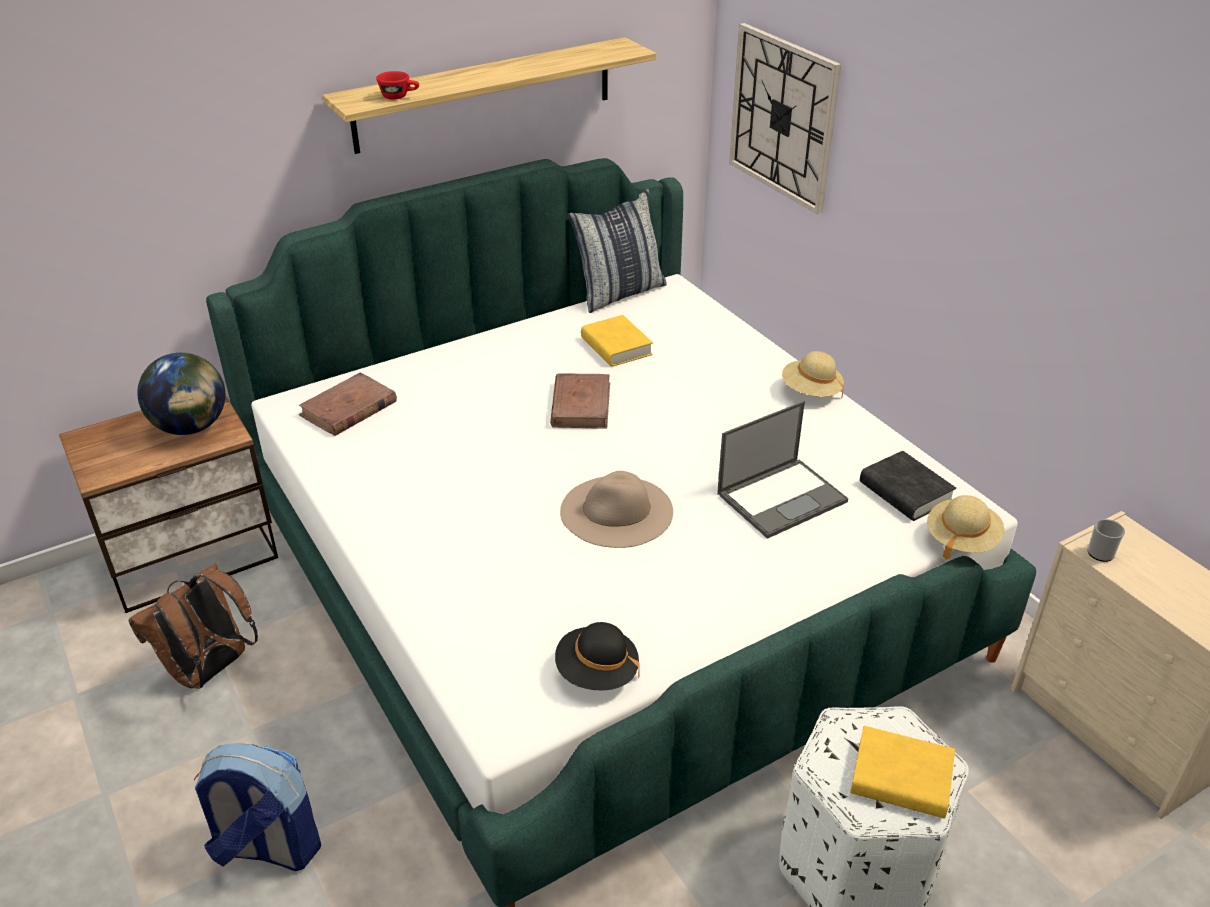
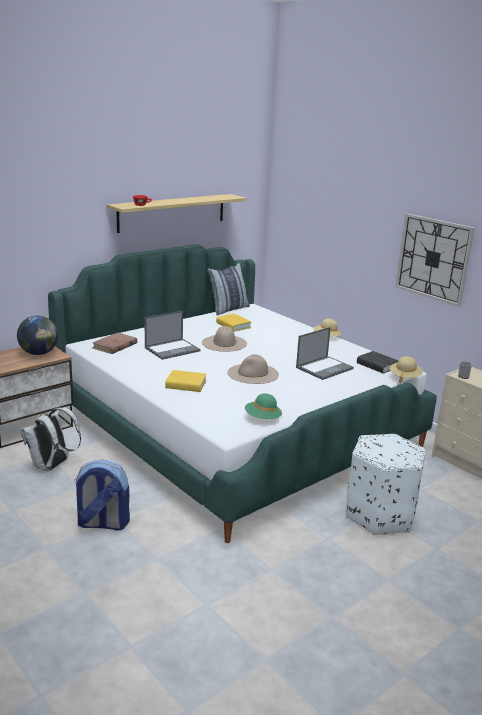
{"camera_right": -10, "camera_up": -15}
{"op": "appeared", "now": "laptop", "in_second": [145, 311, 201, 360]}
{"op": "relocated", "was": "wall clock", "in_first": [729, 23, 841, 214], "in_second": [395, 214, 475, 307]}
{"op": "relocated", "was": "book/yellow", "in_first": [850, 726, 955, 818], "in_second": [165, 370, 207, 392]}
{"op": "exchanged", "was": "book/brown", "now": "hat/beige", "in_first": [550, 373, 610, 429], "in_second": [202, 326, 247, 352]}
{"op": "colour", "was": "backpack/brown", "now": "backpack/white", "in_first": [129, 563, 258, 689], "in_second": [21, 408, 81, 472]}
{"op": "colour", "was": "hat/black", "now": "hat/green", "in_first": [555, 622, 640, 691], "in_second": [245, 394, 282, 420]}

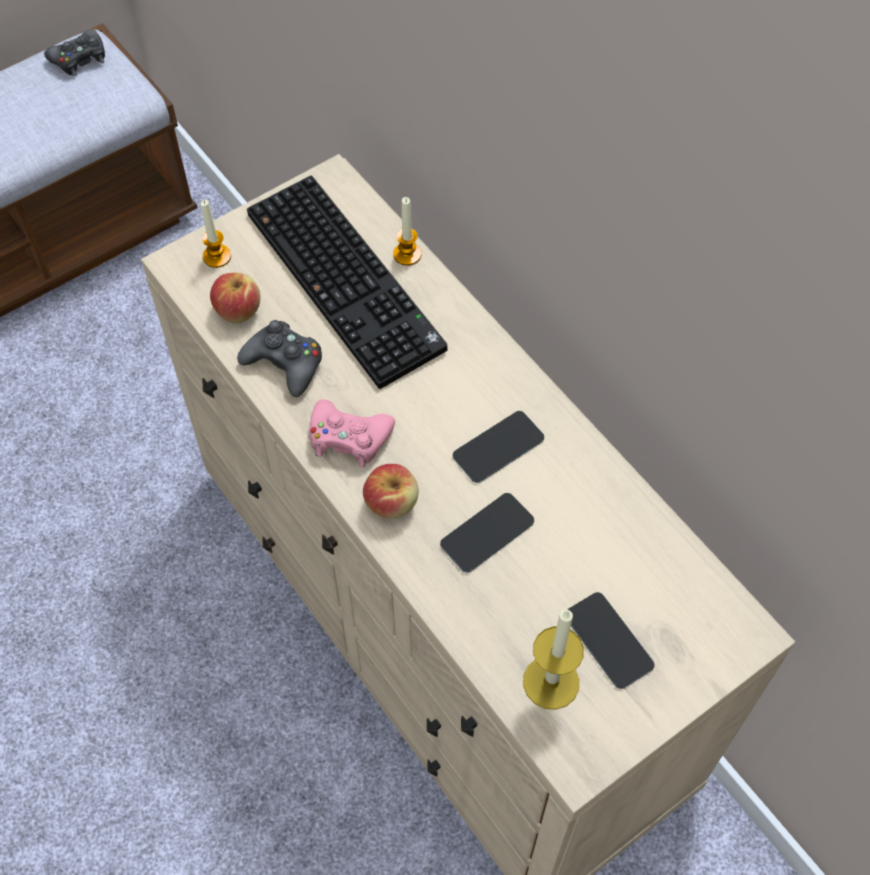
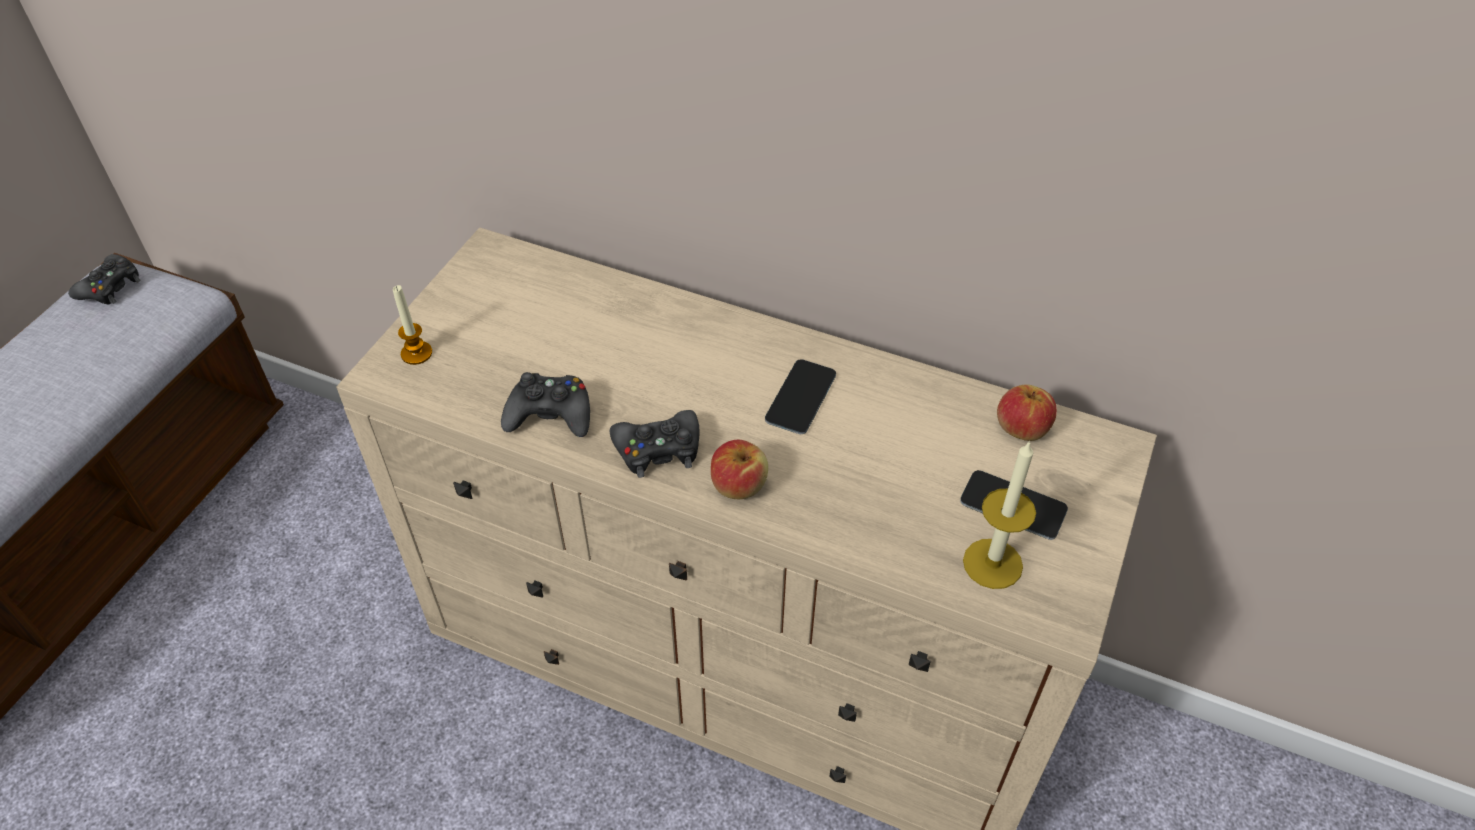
{"camera_right": -30, "camera_up": -10}
{"op": "missing", "was": "keyboard", "in_first": [247, 176, 448, 389]}
{"op": "missing", "was": "candle", "in_first": [393, 197, 422, 266]}
{"op": "missing", "was": "phone", "in_first": [440, 493, 534, 573]}
{"op": "relocated", "was": "apple", "in_first": [210, 272, 261, 323], "in_second": [997, 384, 1057, 441]}
{"op": "colour", "was": "game controller/pink", "now": "game controller/black", "in_first": [310, 399, 395, 468], "in_second": [610, 410, 700, 478]}

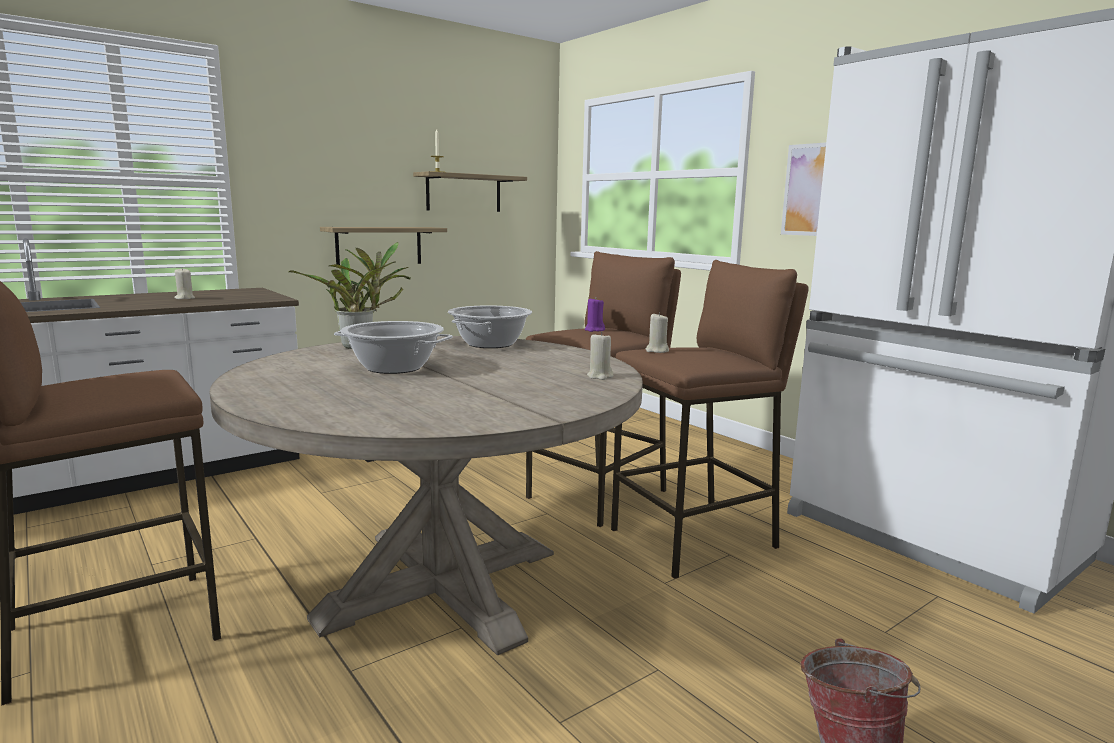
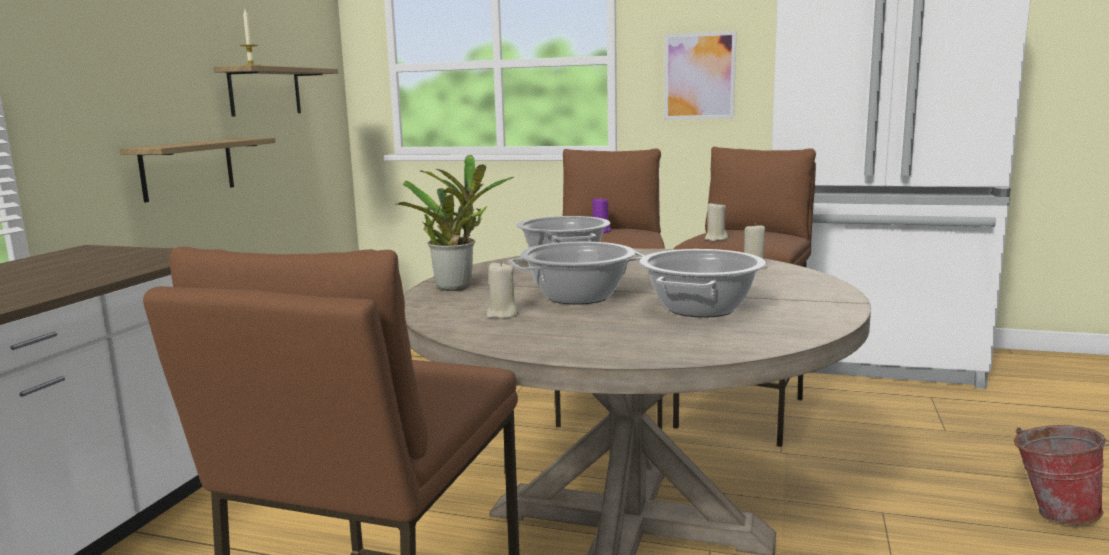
{"camera_right": -35, "camera_up": 0}
{"op": "appeared", "now": "cooking pot", "in_second": [639, 249, 766, 318]}
{"op": "relocated", "was": "candle/beige", "in_first": [174, 269, 195, 299], "in_second": [486, 261, 519, 318]}

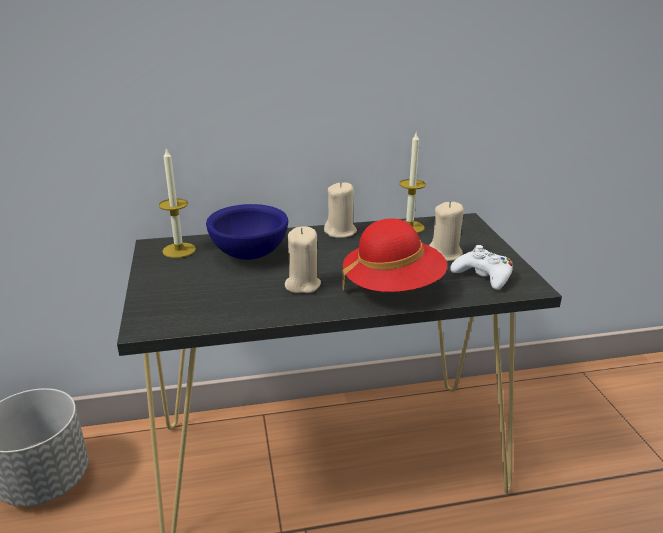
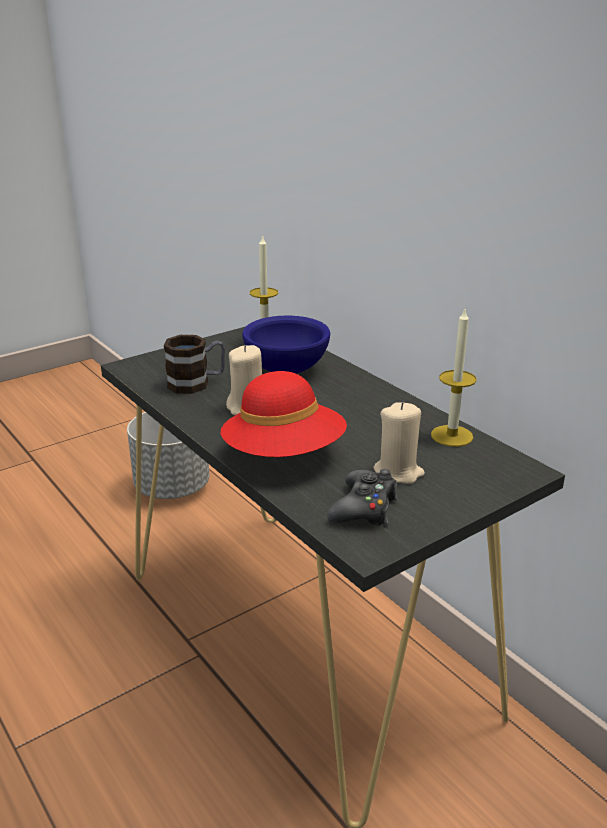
{"camera_right": 65, "camera_up": 0}
{"op": "missing", "was": "candle/beige", "in_first": [324, 182, 357, 238]}
{"op": "appeared", "now": "mug", "in_second": [164, 335, 225, 394]}
{"op": "colour", "was": "game controller/white", "now": "game controller/black", "in_first": [450, 245, 513, 290], "in_second": [327, 469, 398, 526]}

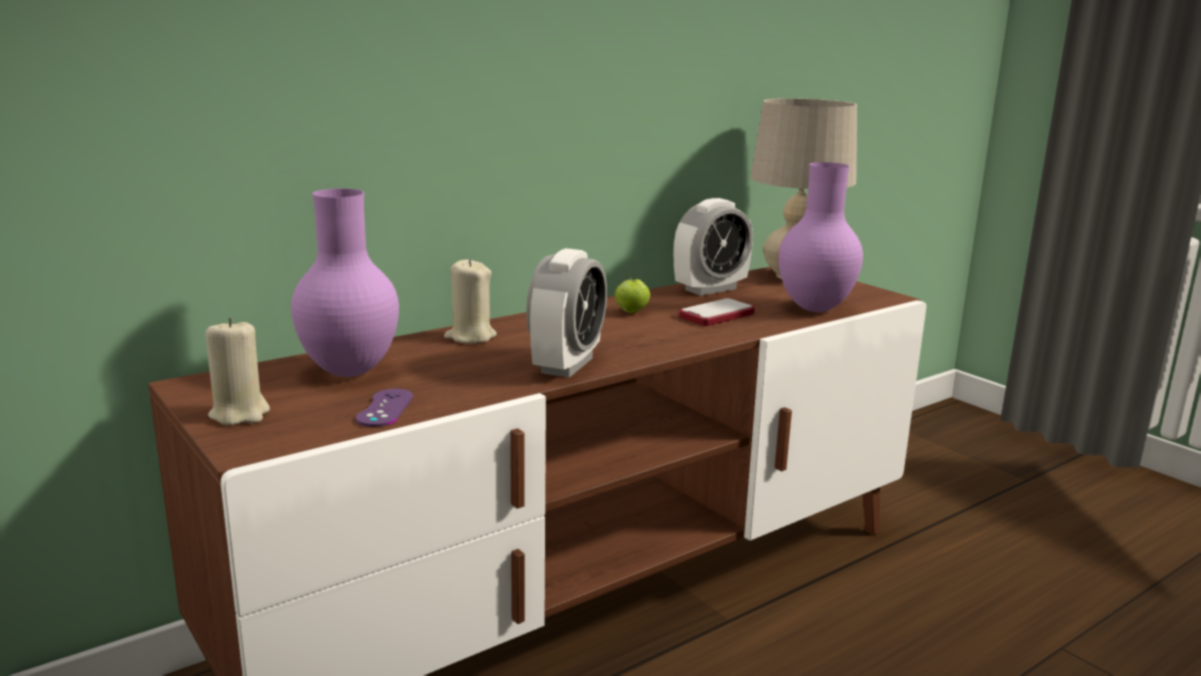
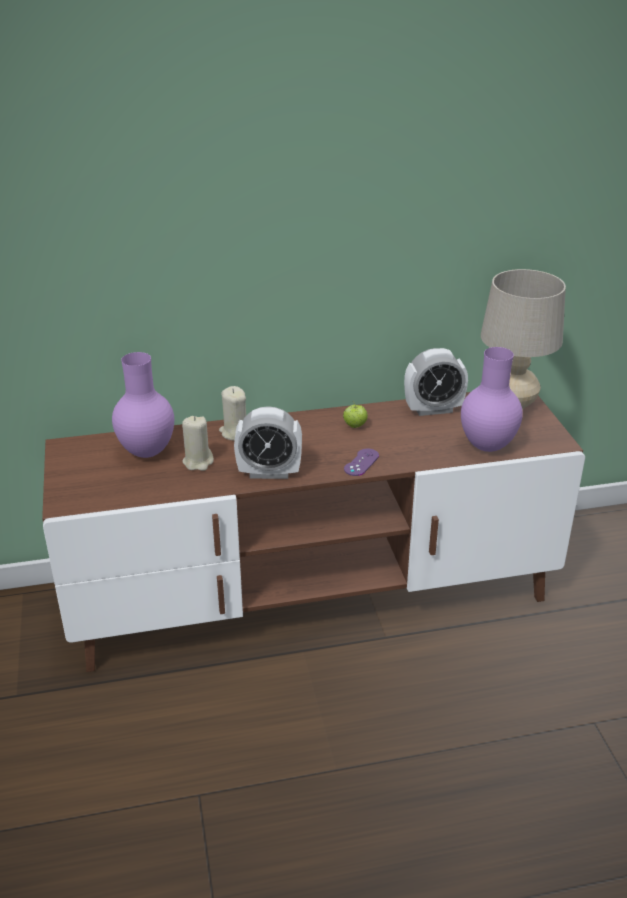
{"camera_right": 25, "camera_up": 15}
{"op": "missing", "was": "phone", "in_first": [679, 298, 755, 326]}
{"op": "relocated", "was": "candle/beige", "in_first": [205, 318, 270, 425], "in_second": [182, 416, 214, 471]}
{"op": "relocated", "was": "game controller/purple", "in_first": [356, 389, 413, 427], "in_second": [344, 448, 379, 476]}
{"op": "spun", "was": "alarm clock", "in_first": [526, 248, 607, 378], "in_second": [234, 406, 302, 479], "clockwise": 45}

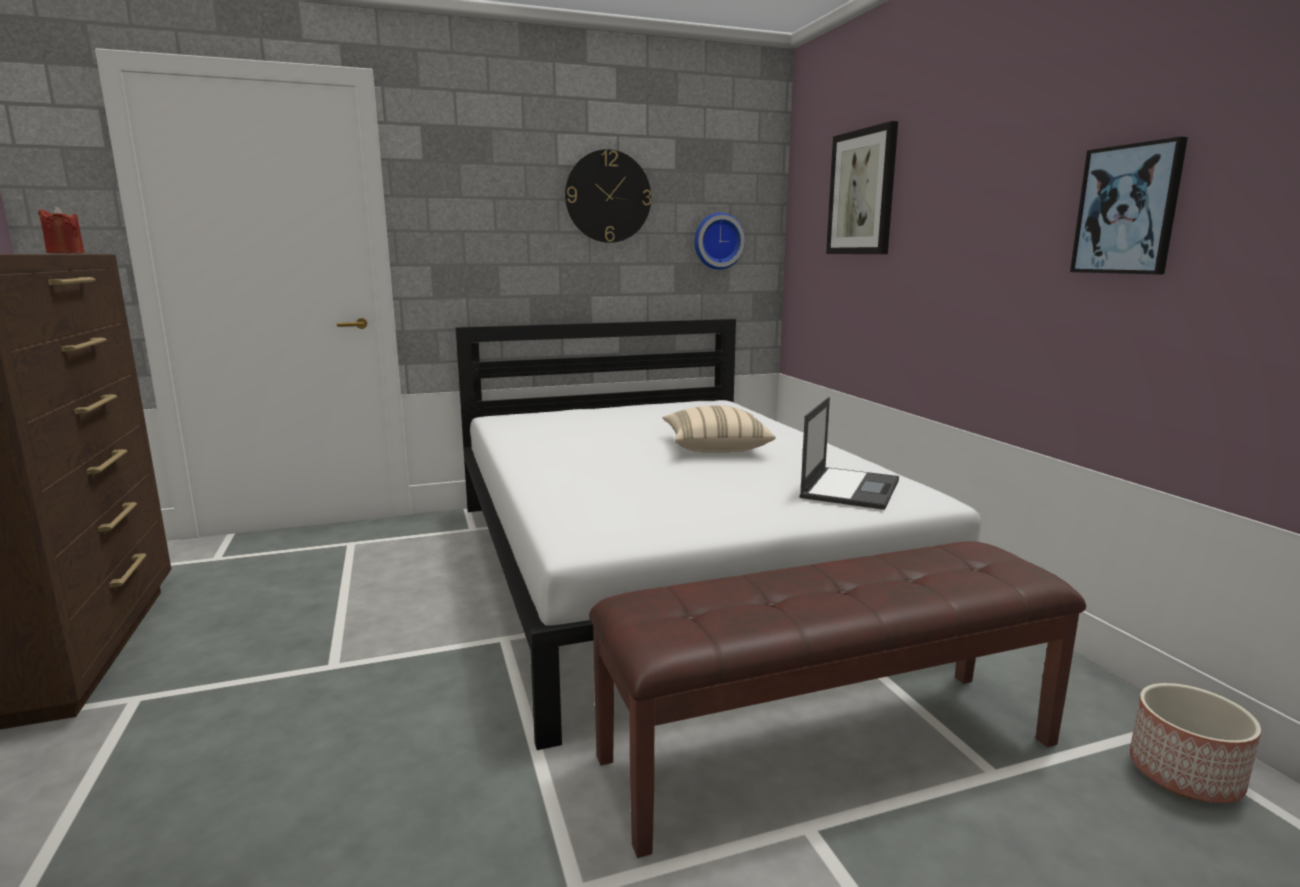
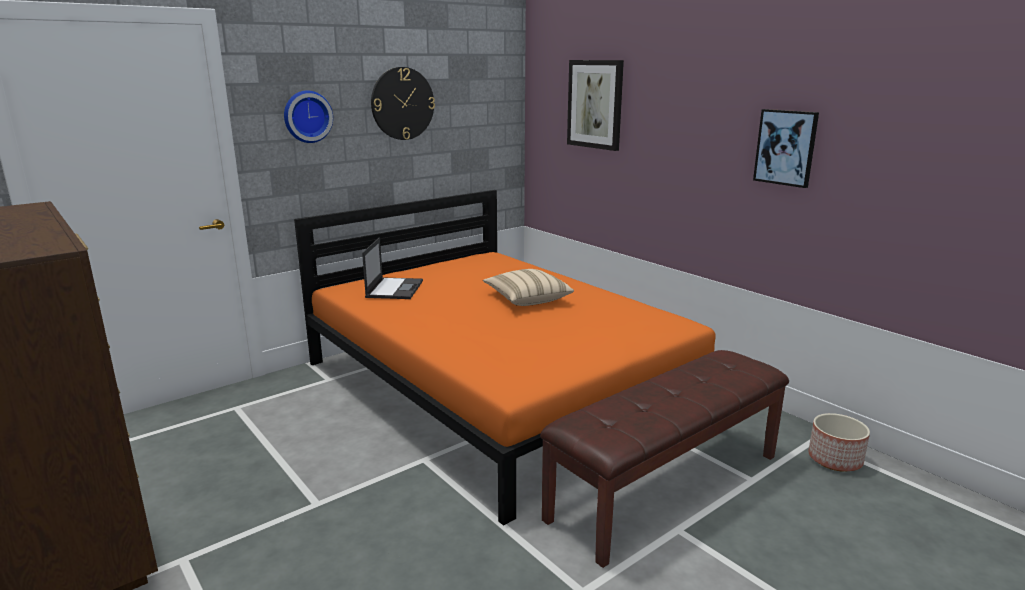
{"camera_right": -20, "camera_up": 5}
{"op": "missing", "was": "candle/red", "in_first": [38, 206, 85, 254]}
{"op": "relocated", "was": "wall clock", "in_first": [694, 212, 745, 270], "in_second": [284, 91, 333, 143]}
{"op": "relocated", "was": "laptop", "in_first": [799, 397, 899, 510], "in_second": [362, 237, 423, 299]}
{"op": "colour", "was": "bed/white", "now": "bed/orange", "in_first": [455, 319, 981, 750], "in_second": [294, 190, 716, 526]}

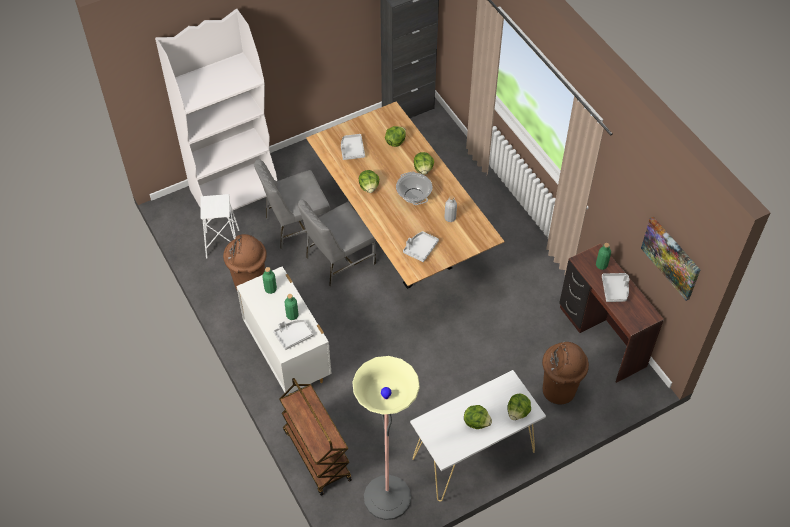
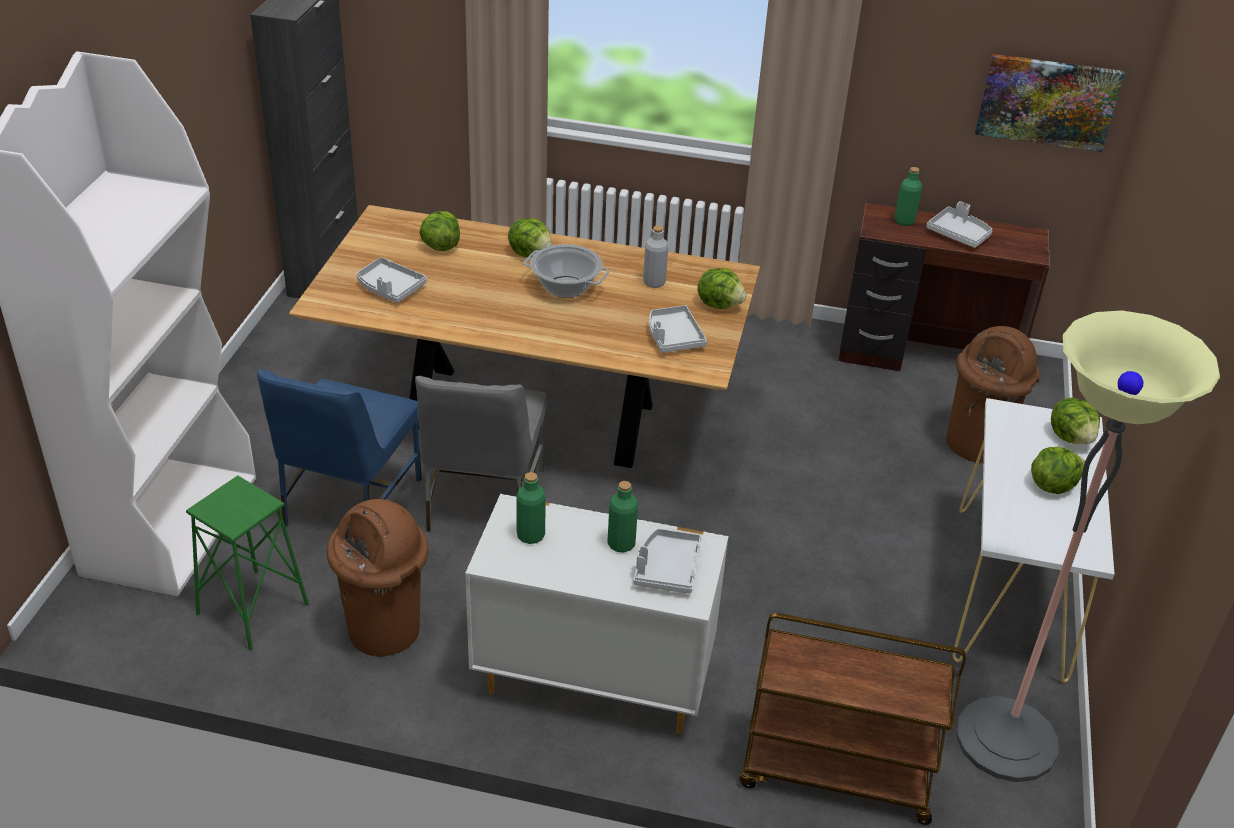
{"camera_right": -50, "camera_up": -15}
{"op": "relocated", "was": "lettuce", "in_first": [359, 170, 379, 193], "in_second": [698, 268, 747, 309]}
{"op": "colour", "was": "stool/white", "now": "stool/green", "in_first": [201, 194, 239, 259], "in_second": [186, 475, 309, 651]}
{"op": "colour", "was": "chair/grey", "now": "chair/blue", "in_first": [254, 159, 330, 249], "in_second": [257, 369, 422, 527]}

